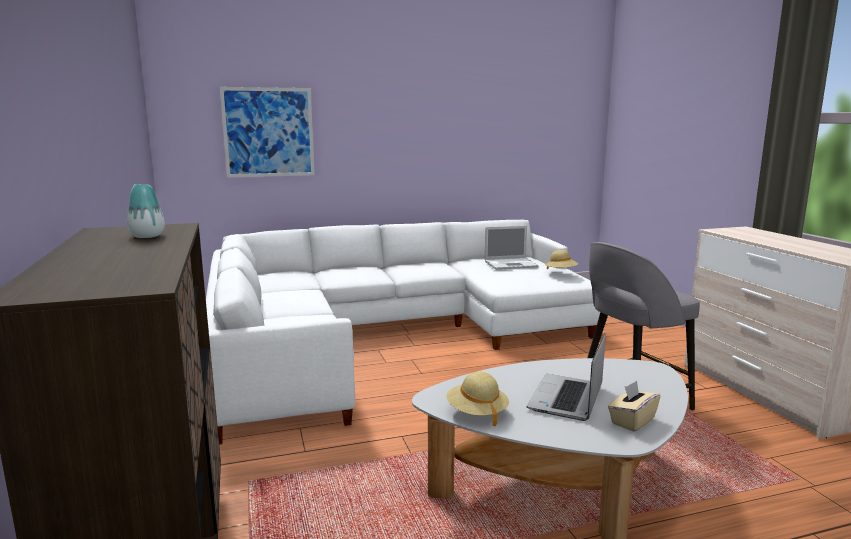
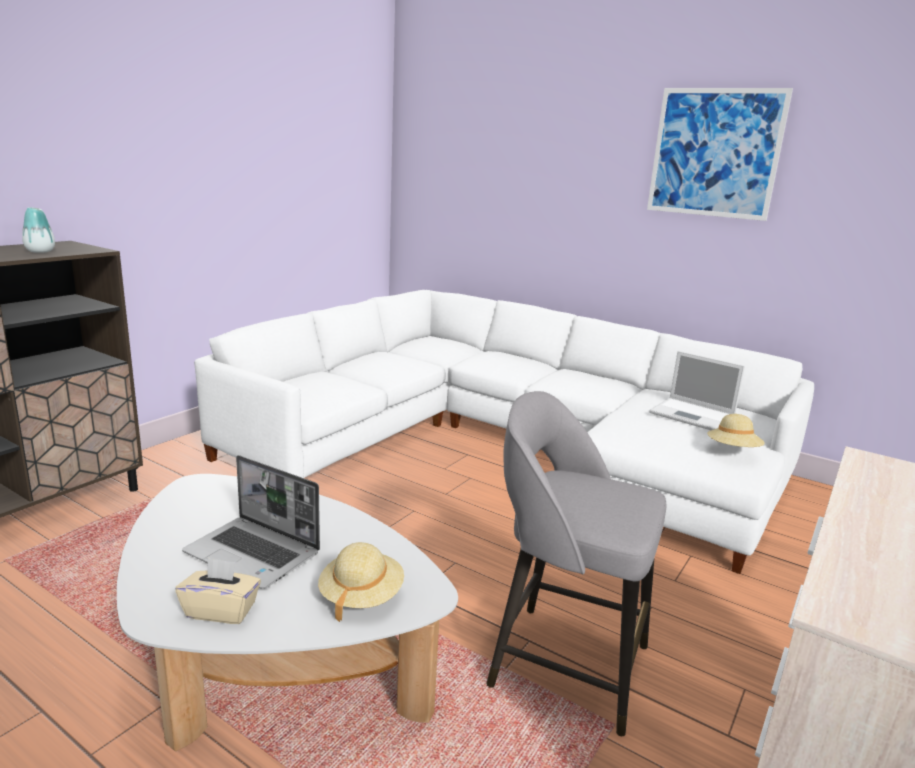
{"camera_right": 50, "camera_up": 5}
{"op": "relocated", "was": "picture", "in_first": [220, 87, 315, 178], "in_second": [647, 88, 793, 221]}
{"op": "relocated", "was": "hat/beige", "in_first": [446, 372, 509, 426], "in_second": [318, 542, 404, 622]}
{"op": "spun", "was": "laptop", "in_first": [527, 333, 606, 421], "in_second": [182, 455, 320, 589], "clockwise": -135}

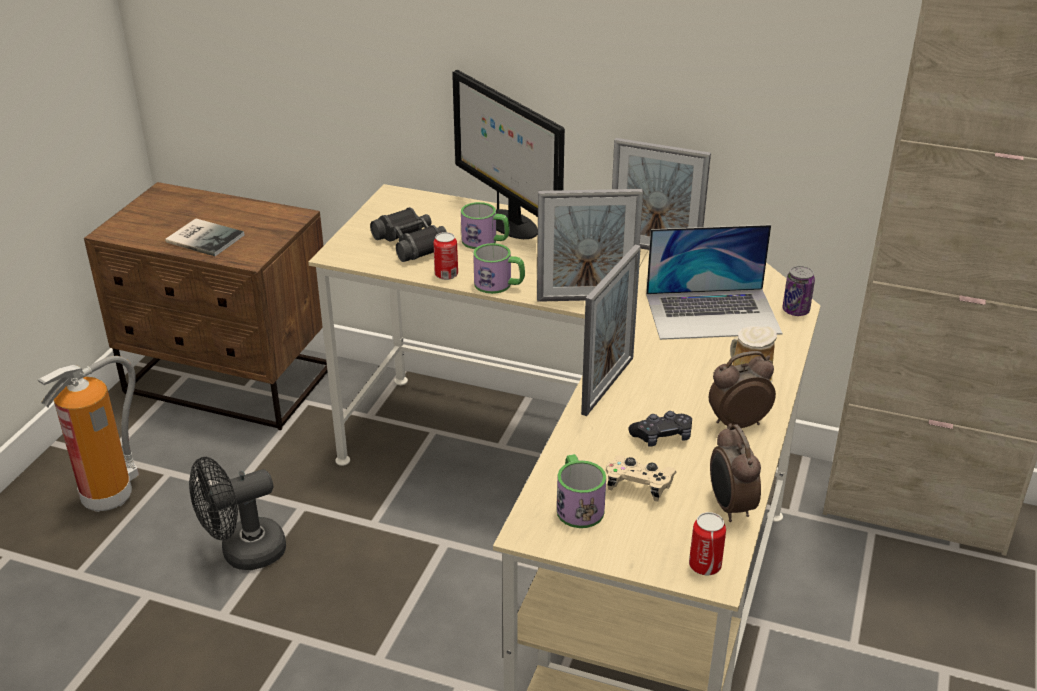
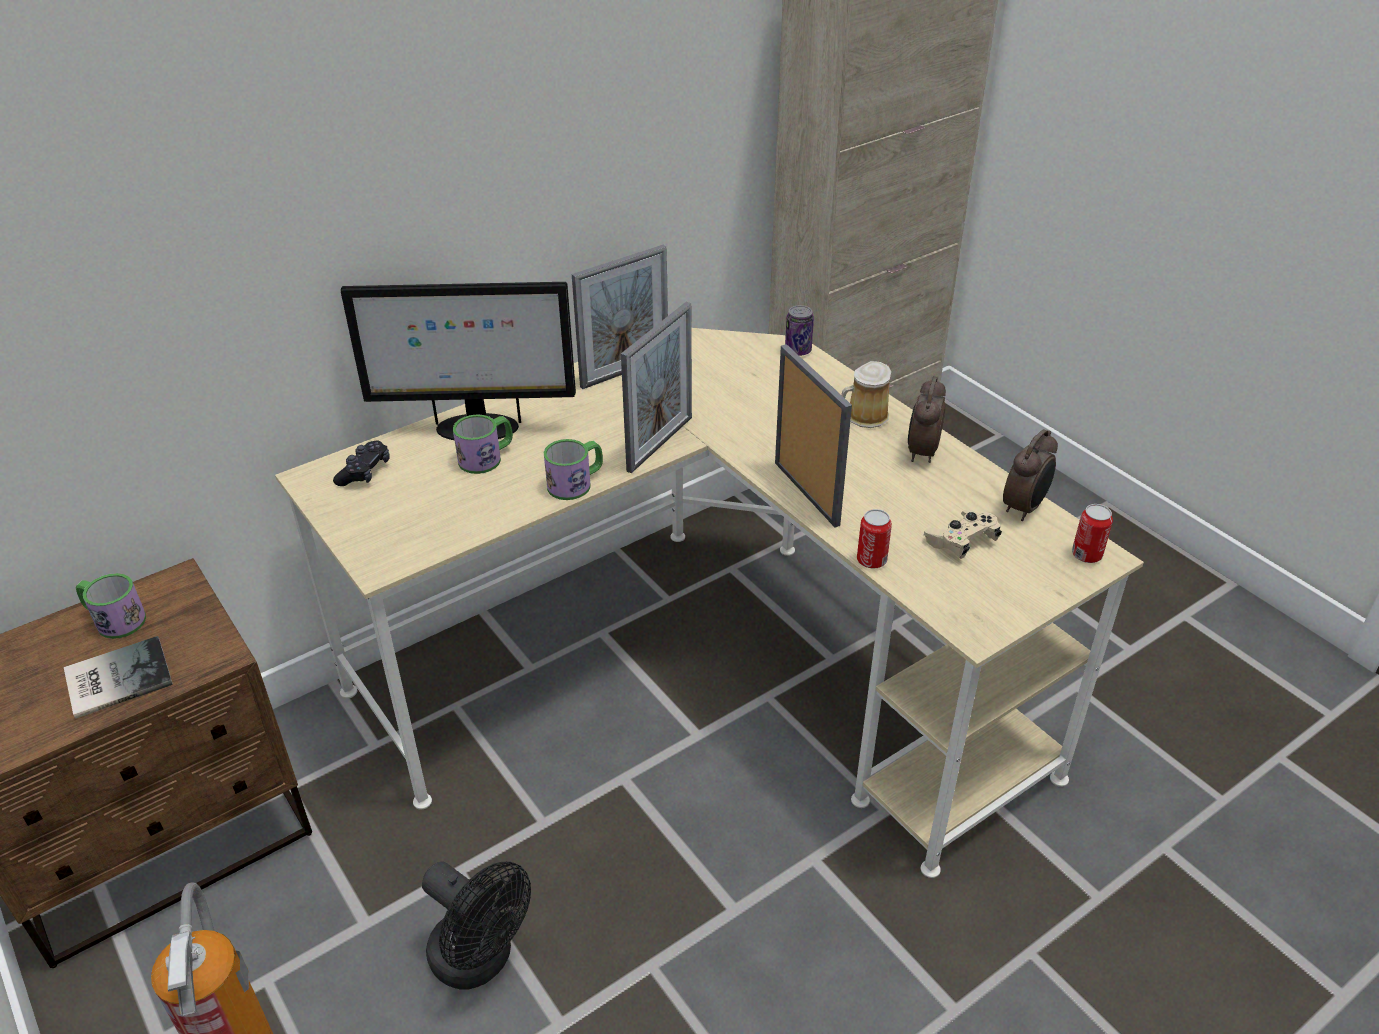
{"camera_right": -55, "camera_up": 5}
{"op": "missing", "was": "binoculars/black", "in_first": [370, 207, 446, 262]}
{"op": "missing", "was": "laptop", "in_first": [646, 225, 782, 340]}
{"op": "relocated", "was": "can", "in_first": [434, 232, 458, 280], "in_second": [857, 509, 892, 568]}
{"op": "relocated", "was": "mug", "in_first": [557, 454, 606, 528], "in_second": [76, 573, 146, 639]}
{"op": "relocated", "was": "game controller/black", "in_first": [628, 411, 692, 447], "in_second": [333, 441, 390, 486]}
{"op": "spun", "was": "fan/black", "in_first": [189, 457, 286, 570], "in_second": [422, 861, 531, 990], "clockwise": -60}
{"op": "spun", "was": "alarm clock", "in_first": [710, 423, 761, 522], "in_second": [1003, 429, 1058, 521], "clockwise": -75}

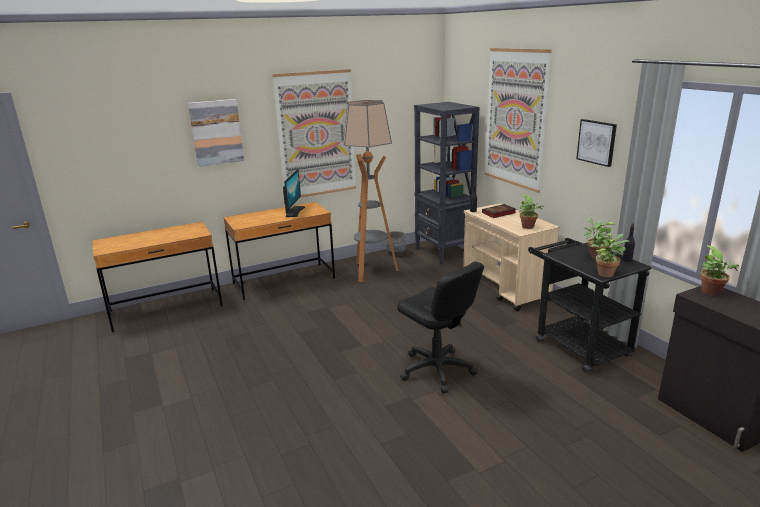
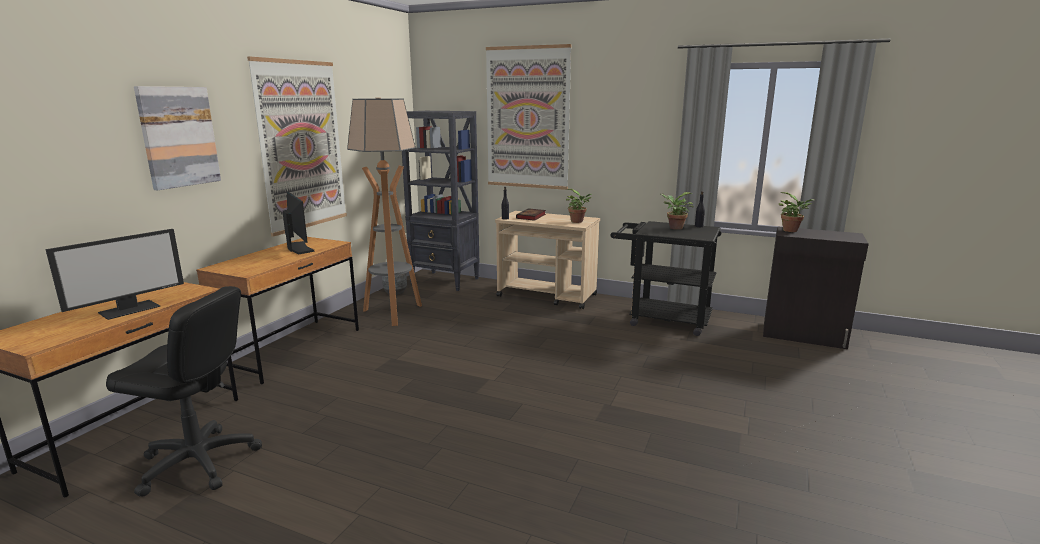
{"camera_right": -40, "camera_up": -5}
{"op": "missing", "was": "picture", "in_first": [576, 119, 617, 167]}
{"op": "missing", "was": "potted plant", "in_first": [590, 234, 630, 277]}
{"op": "appeared", "now": "monitor", "in_second": [45, 229, 184, 320]}
{"op": "relocated", "was": "office chair/black", "in_first": [397, 262, 484, 393], "in_second": [106, 286, 262, 497]}

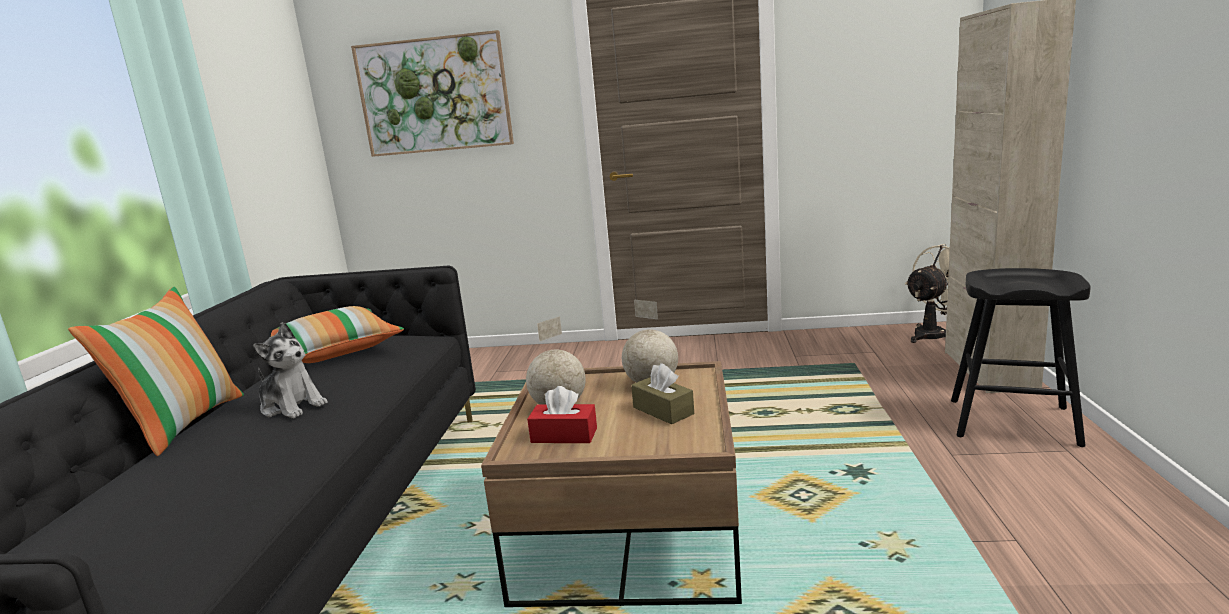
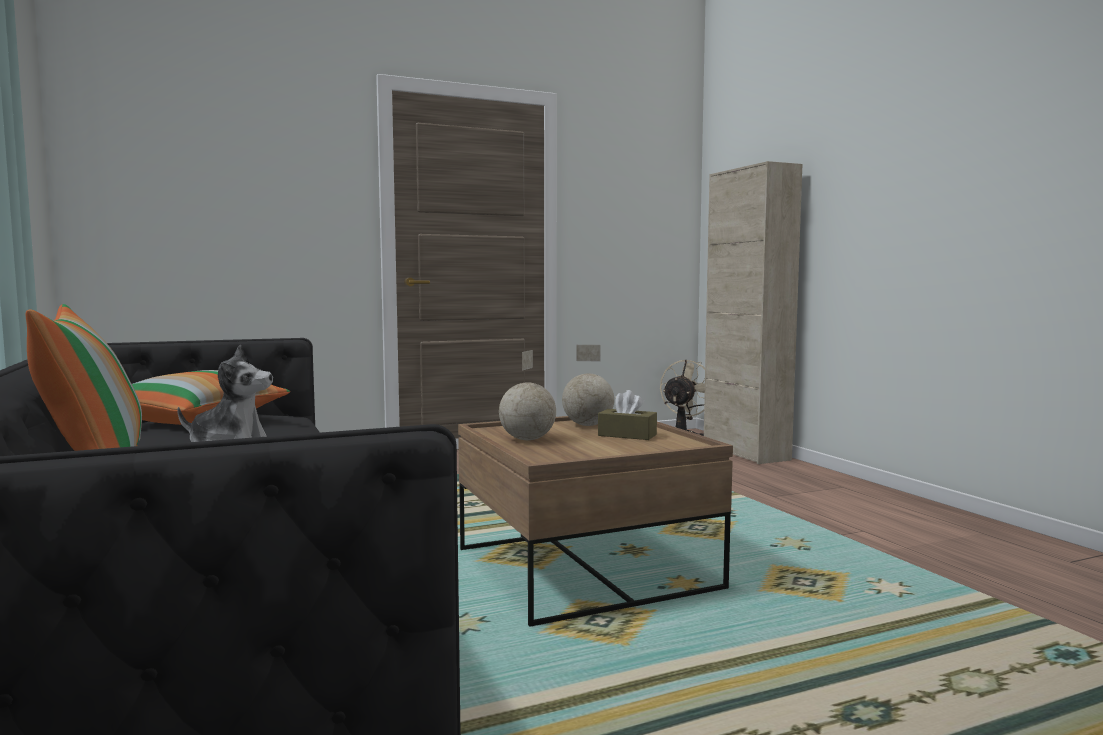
{"camera_right": -30, "camera_up": -10}
{"op": "missing", "was": "picture", "in_first": [351, 30, 514, 157]}
{"op": "missing", "was": "tissue box/red", "in_first": [527, 386, 597, 443]}
{"op": "missing", "was": "stool/black", "in_first": [951, 268, 1091, 447]}

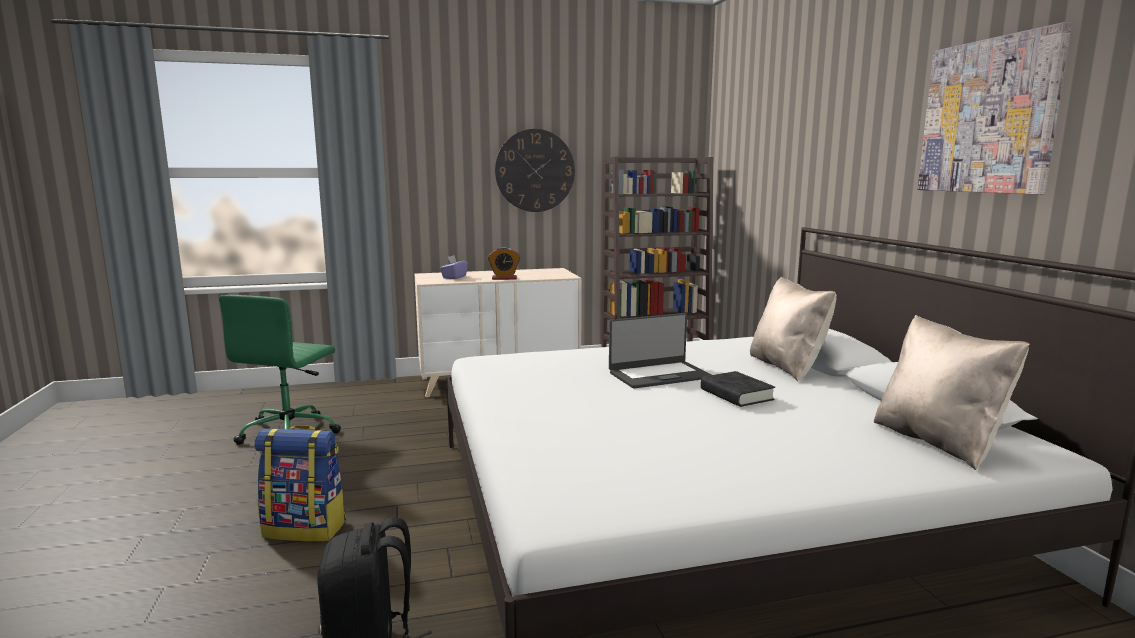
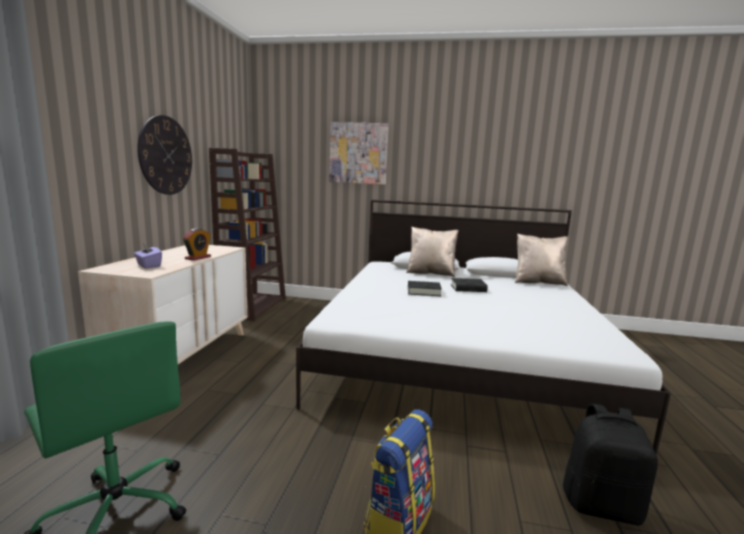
{"camera_right": -65, "camera_up": 0}
{"op": "relocated", "was": "picture", "in_first": [918, 22, 1072, 194], "in_second": [329, 122, 389, 185]}
{"op": "exchanged", "was": "laptop", "now": "book/black", "in_first": [609, 313, 712, 388], "in_second": [408, 281, 442, 296]}

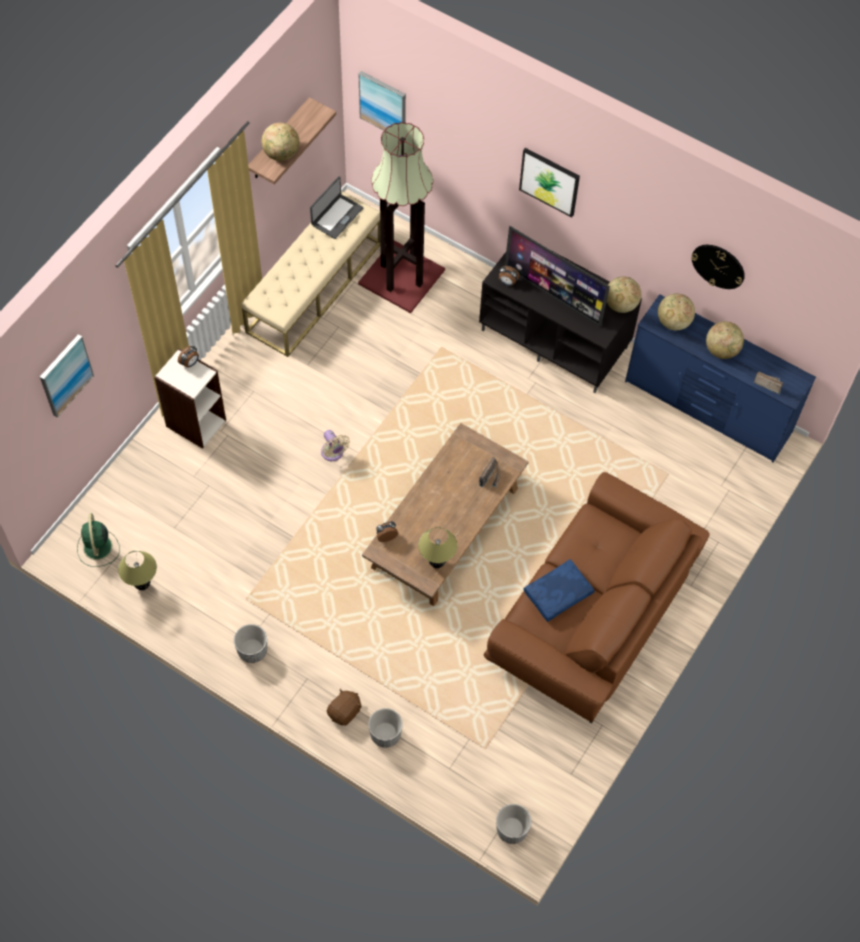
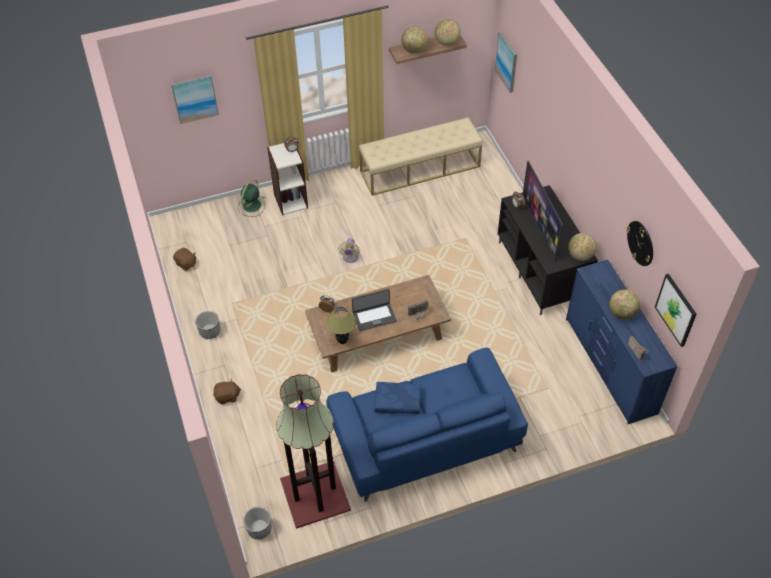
{"camera_right": 40, "camera_up": -10}
{"op": "missing", "was": "planter", "in_first": [368, 708, 403, 748]}
{"op": "relocated", "was": "fan/green", "in_first": [77, 513, 120, 567], "in_second": [238, 179, 265, 217]}
{"op": "relocated", "was": "laptop", "in_first": [310, 176, 363, 239], "in_second": [352, 289, 397, 331]}
{"op": "relocated", "was": "floor lamp", "in_first": [358, 122, 445, 313], "in_second": [276, 374, 351, 529]}
{"op": "relocated", "was": "picture", "in_first": [519, 148, 580, 217], "in_second": [655, 274, 697, 347]}
{"op": "relocated", "was": "globe", "in_first": [658, 293, 695, 330], "in_second": [435, 19, 461, 46]}
{"op": "exchanged", "was": "table lamp", "now": "plush toy/brown", "in_first": [118, 551, 157, 590], "in_second": [173, 248, 196, 271]}
{"op": "colour", "was": "sofa/brown", "now": "sofa/blue", "in_first": [484, 472, 710, 724], "in_second": [326, 347, 528, 502]}

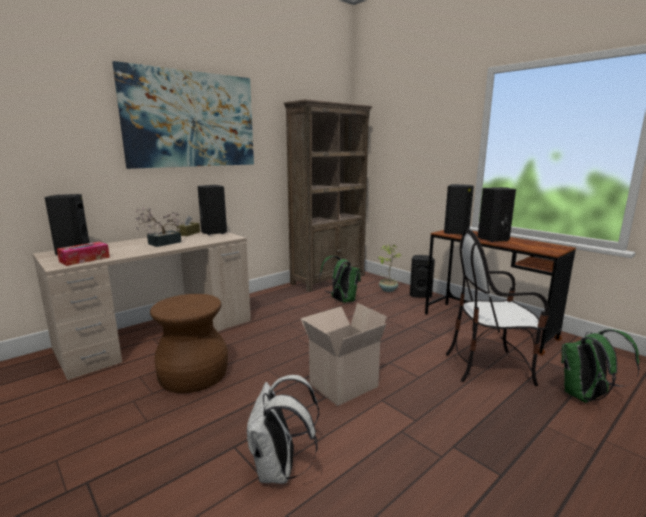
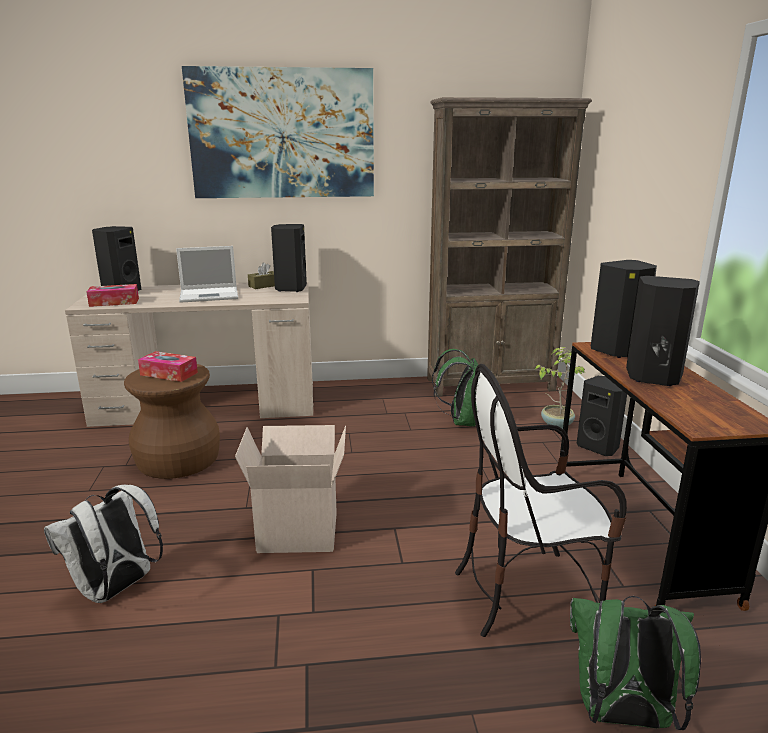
{"camera_right": 35, "camera_up": 5}
{"op": "appeared", "now": "tissue box", "in_second": [138, 351, 198, 382]}
{"op": "exchanged", "was": "potted plant", "now": "laptop", "in_first": [136, 208, 183, 247], "in_second": [176, 246, 238, 303]}
{"op": "spun", "was": "chair", "in_first": [446, 229, 549, 386], "in_second": [455, 364, 627, 637], "clockwise": -45}

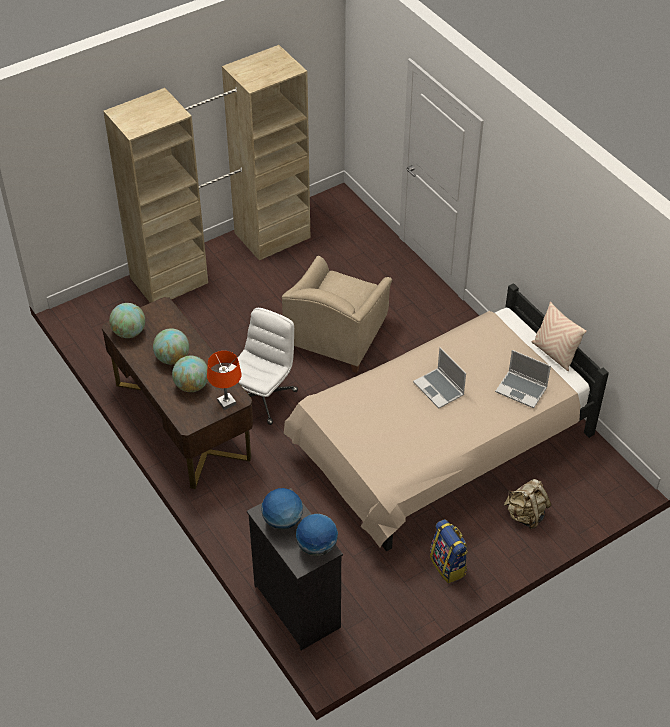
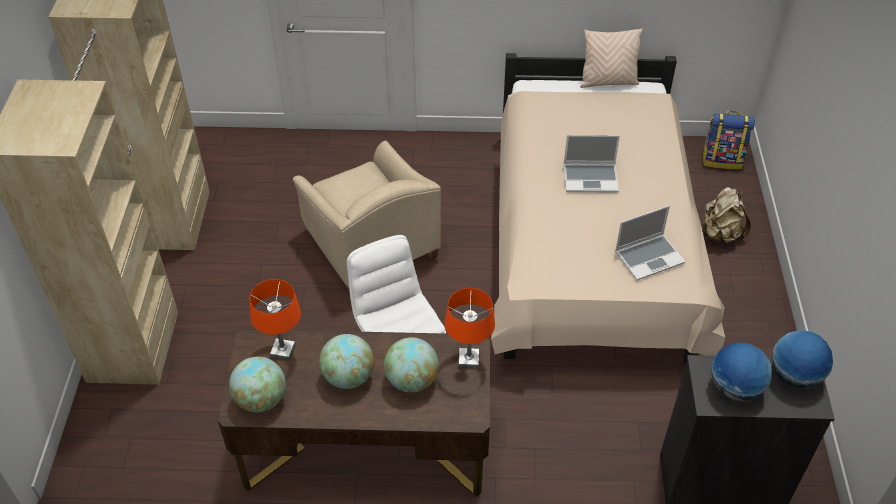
{"camera_right": -55, "camera_up": 0}
{"op": "appeared", "now": "table lamp/orange", "in_second": [249, 279, 301, 361]}
{"op": "relocated", "was": "backpack", "in_first": [430, 519, 468, 584], "in_second": [702, 111, 755, 169]}
{"op": "relocated", "was": "laptop", "in_first": [495, 350, 551, 408], "in_second": [615, 205, 685, 281]}

